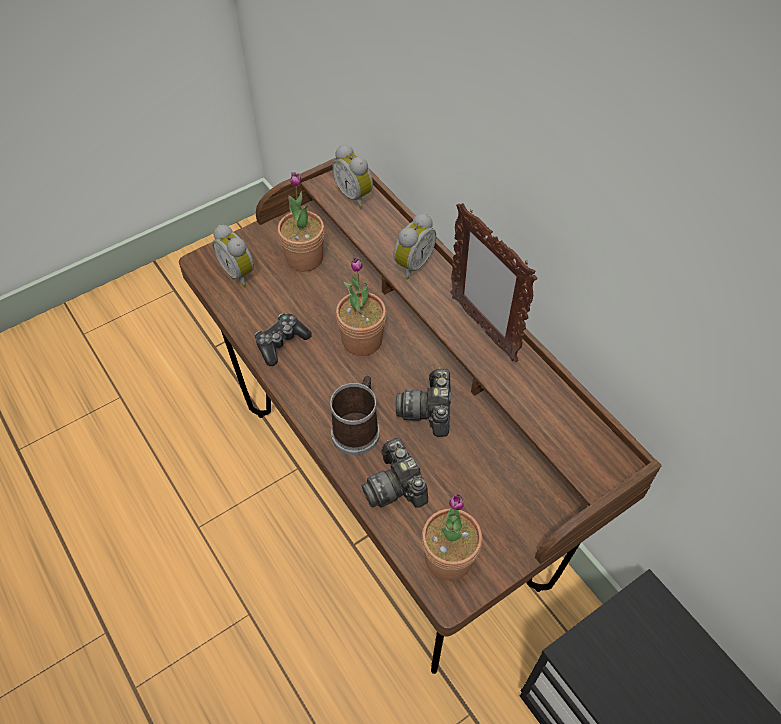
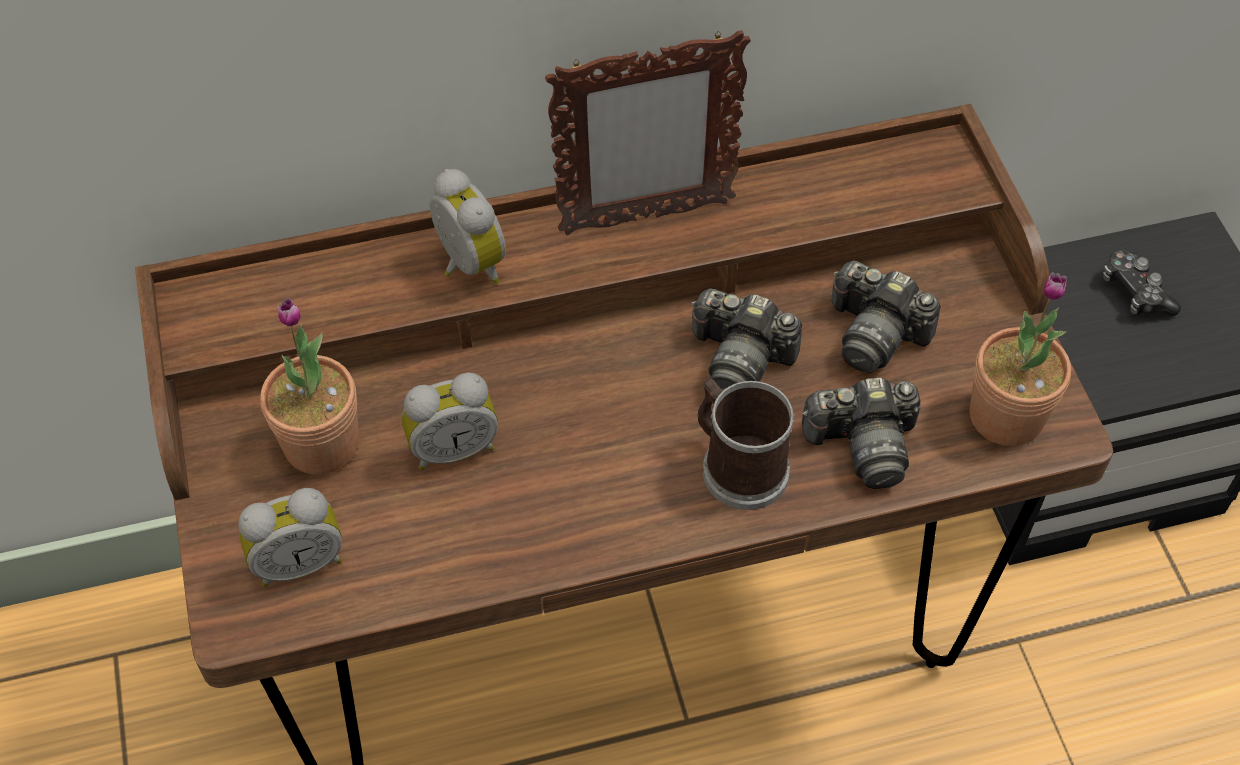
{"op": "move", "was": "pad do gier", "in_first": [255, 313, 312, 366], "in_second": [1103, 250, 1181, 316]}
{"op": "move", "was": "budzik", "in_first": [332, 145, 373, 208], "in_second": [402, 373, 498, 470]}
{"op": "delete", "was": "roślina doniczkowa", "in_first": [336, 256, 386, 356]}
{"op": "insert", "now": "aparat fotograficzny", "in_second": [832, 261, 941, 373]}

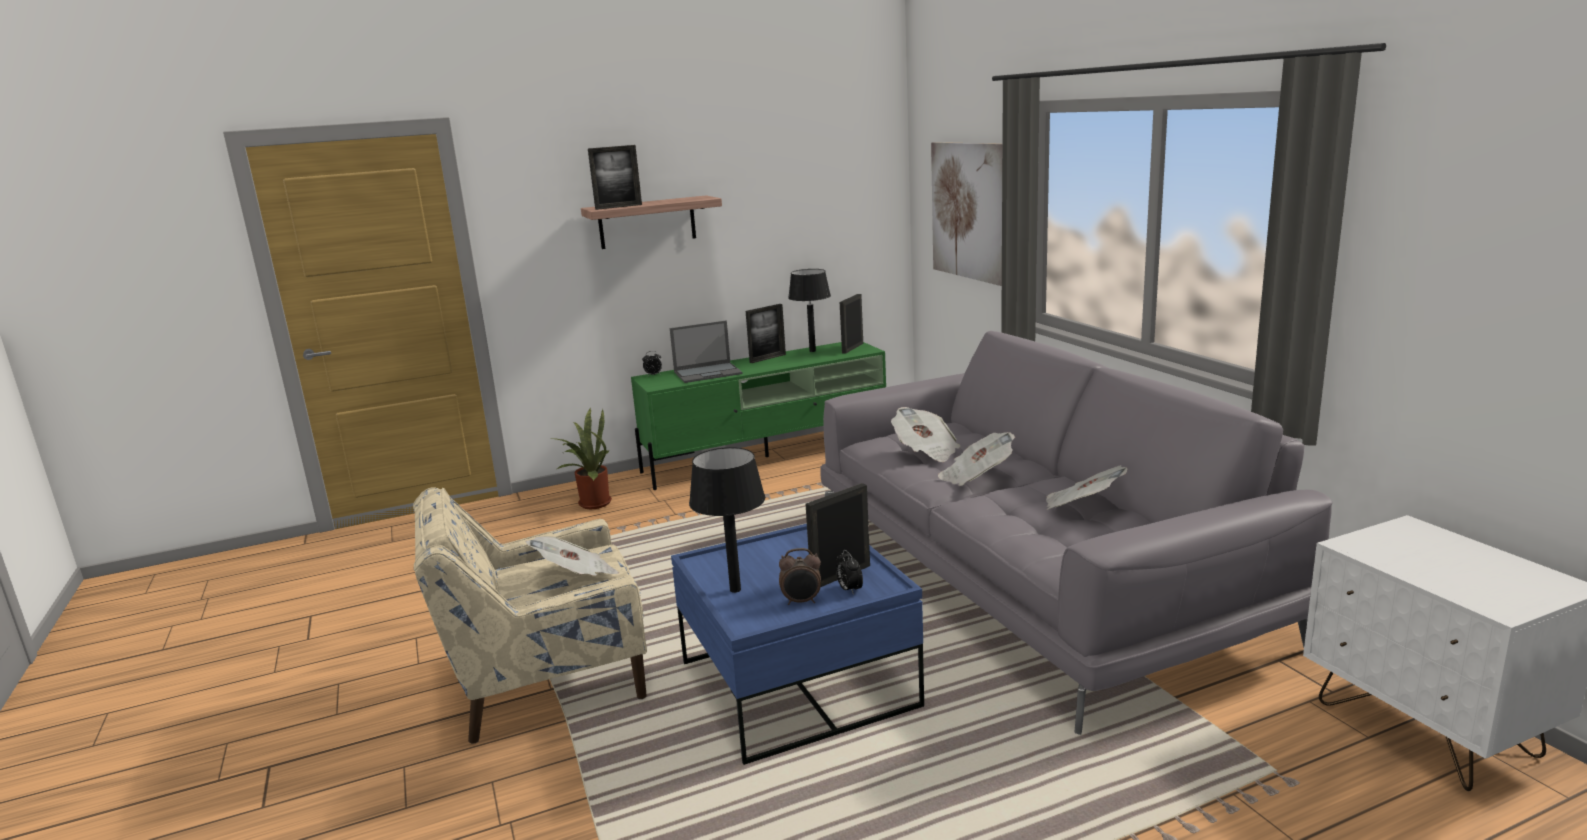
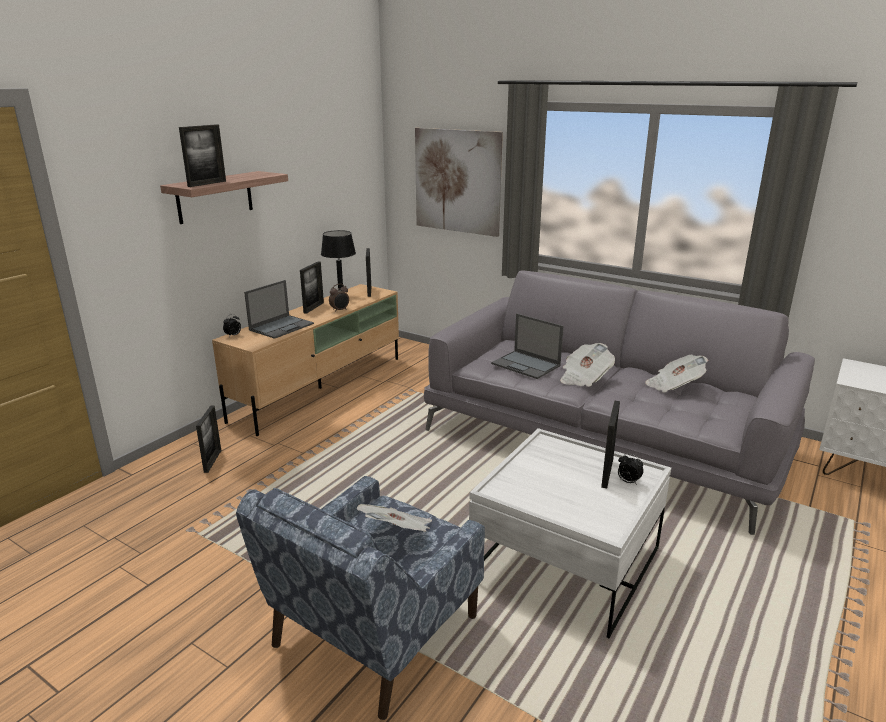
{"op": "recolor", "was": "fotel [beżowy]", "now": "fotel [niebieski]", "in_first": [413, 487, 647, 744], "in_second": [236, 476, 485, 720]}
{"op": "replace", "was": "roślina doniczkowa", "now": "ramka na zdjęcie", "in_first": [553, 408, 612, 509], "in_second": [196, 406, 221, 473]}
{"op": "recolor", "was": "szafka pod telewizor [zielony]", "now": "szafka pod telewizor [beżowy]", "in_first": [631, 342, 886, 490], "in_second": [212, 284, 399, 436]}
{"op": "recolor", "was": "ława [niebieski]", "now": "ława [biały]", "in_first": [671, 524, 924, 765], "in_second": [469, 428, 671, 638]}
{"op": "delete", "was": "lampa stołowa [czarny]", "in_first": [689, 447, 765, 593]}
{"op": "move", "was": "budzik", "in_first": [779, 548, 821, 605], "in_second": [329, 284, 349, 312]}
{"op": "replace", "was": "gazeta", "now": "laptop", "in_first": [891, 407, 960, 462], "in_second": [491, 314, 563, 379]}

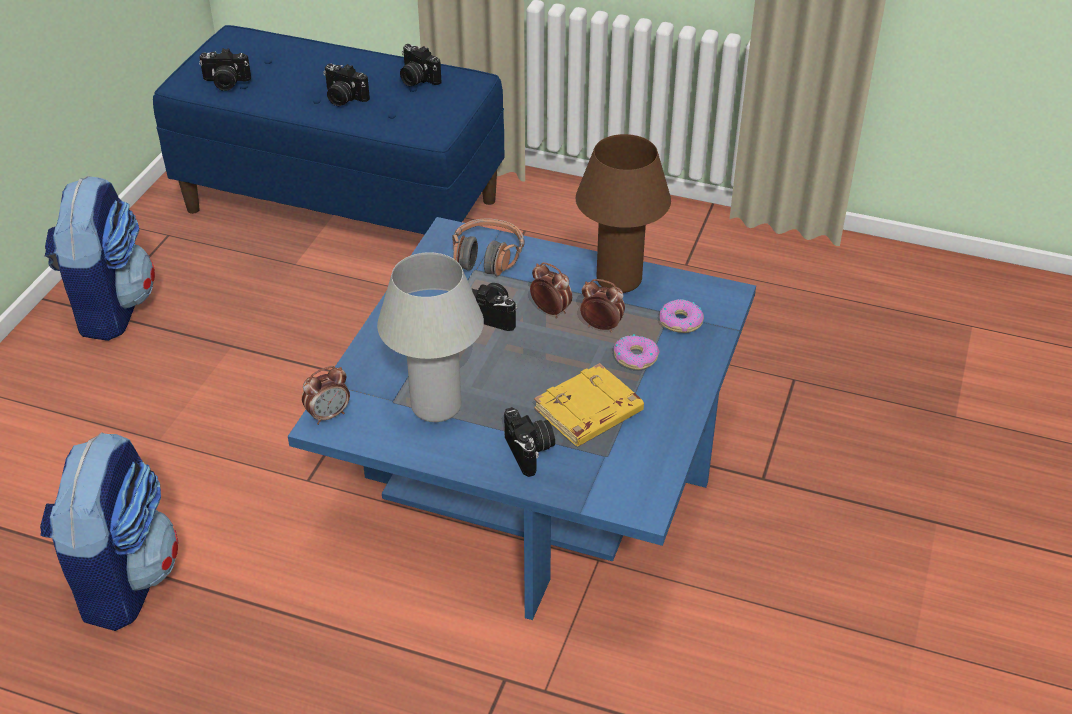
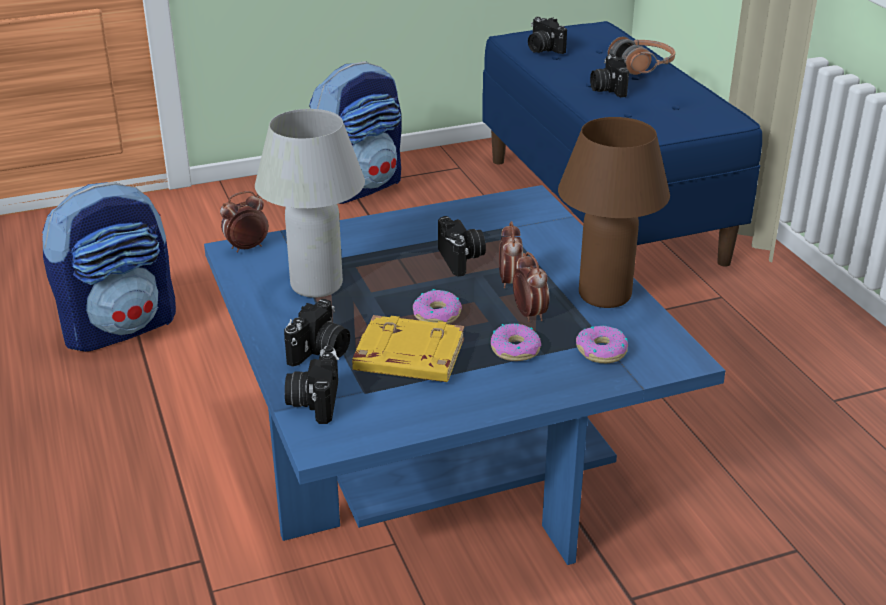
{"op": "rotate", "was": "budzik", "in_first": [302, 366, 350, 425], "in_second": [220, 191, 269, 253], "clockwise": 135}
{"op": "move", "was": "aparat fotograficzny", "in_first": [400, 44, 442, 86], "in_second": [285, 345, 339, 424]}
{"op": "move", "was": "słuchawki", "in_first": [452, 218, 524, 276], "in_second": [608, 37, 675, 75]}
{"op": "insert", "now": "donut", "in_second": [413, 289, 462, 324]}

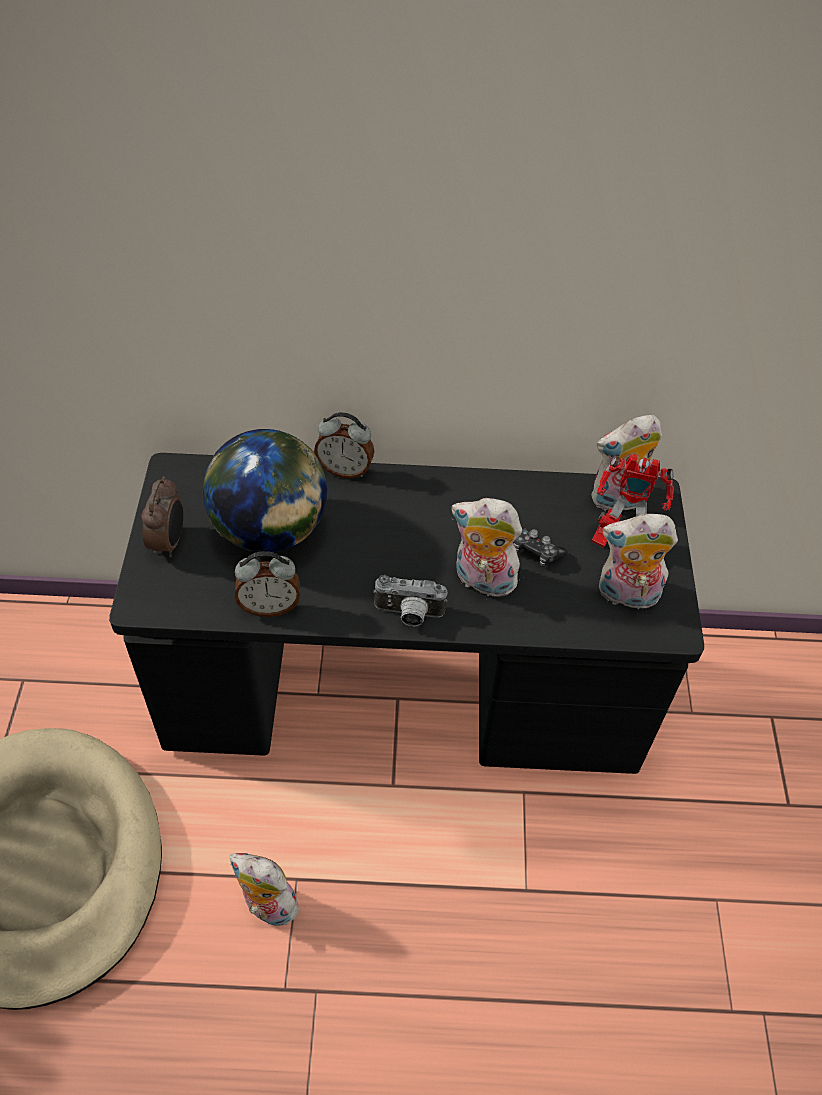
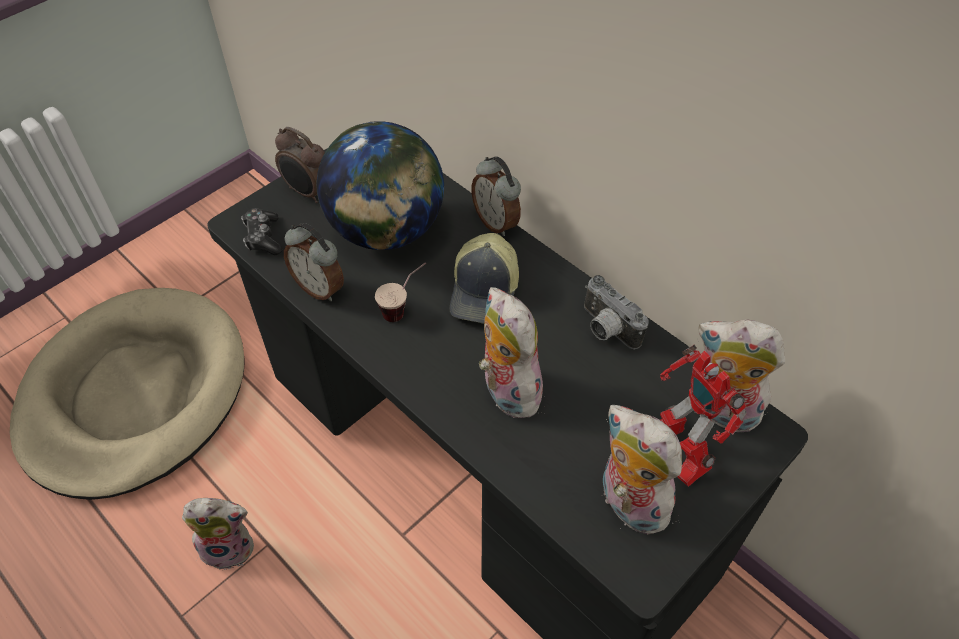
{"op": "rotate", "was": "budzik", "in_first": [142, 476, 183, 558], "in_second": [275, 127, 325, 203], "clockwise": 75}
{"op": "rotate", "was": "pluszak", "in_first": [230, 853, 303, 928], "in_second": [182, 498, 254, 571], "clockwise": 105}
{"op": "move", "was": "aparat fotograficzny", "in_first": [373, 575, 448, 626], "in_second": [584, 275, 649, 349]}
{"op": "move", "was": "pad do gier", "in_first": [513, 527, 567, 567], "in_second": [241, 208, 283, 256]}
{"op": "insert", "now": "filiżanka", "in_second": [375, 263, 426, 322]}
{"op": "insert", "now": "czapka z daszkiem", "in_second": [450, 233, 519, 324]}

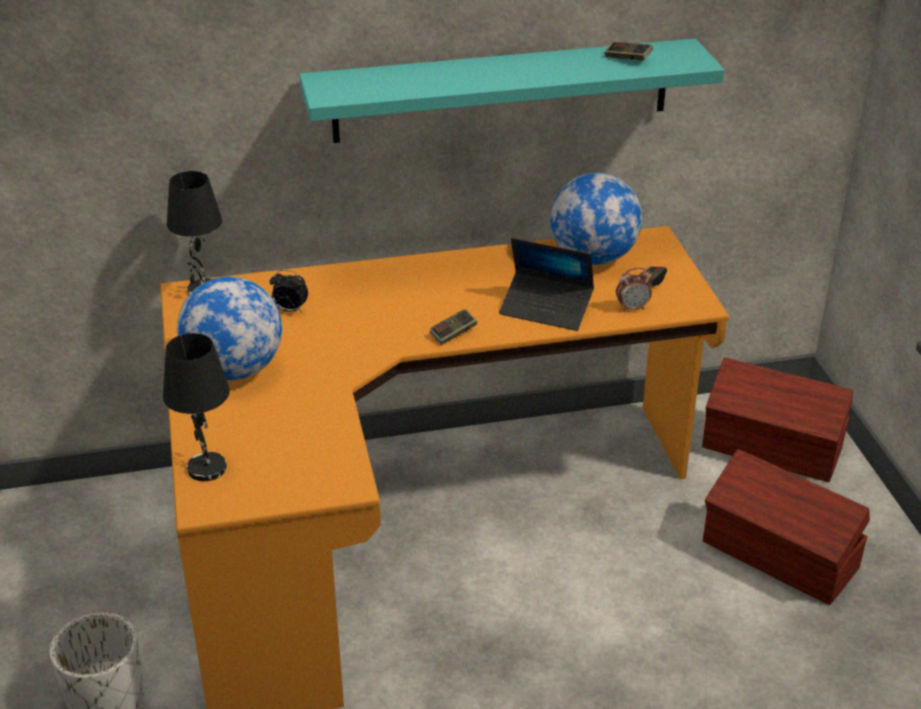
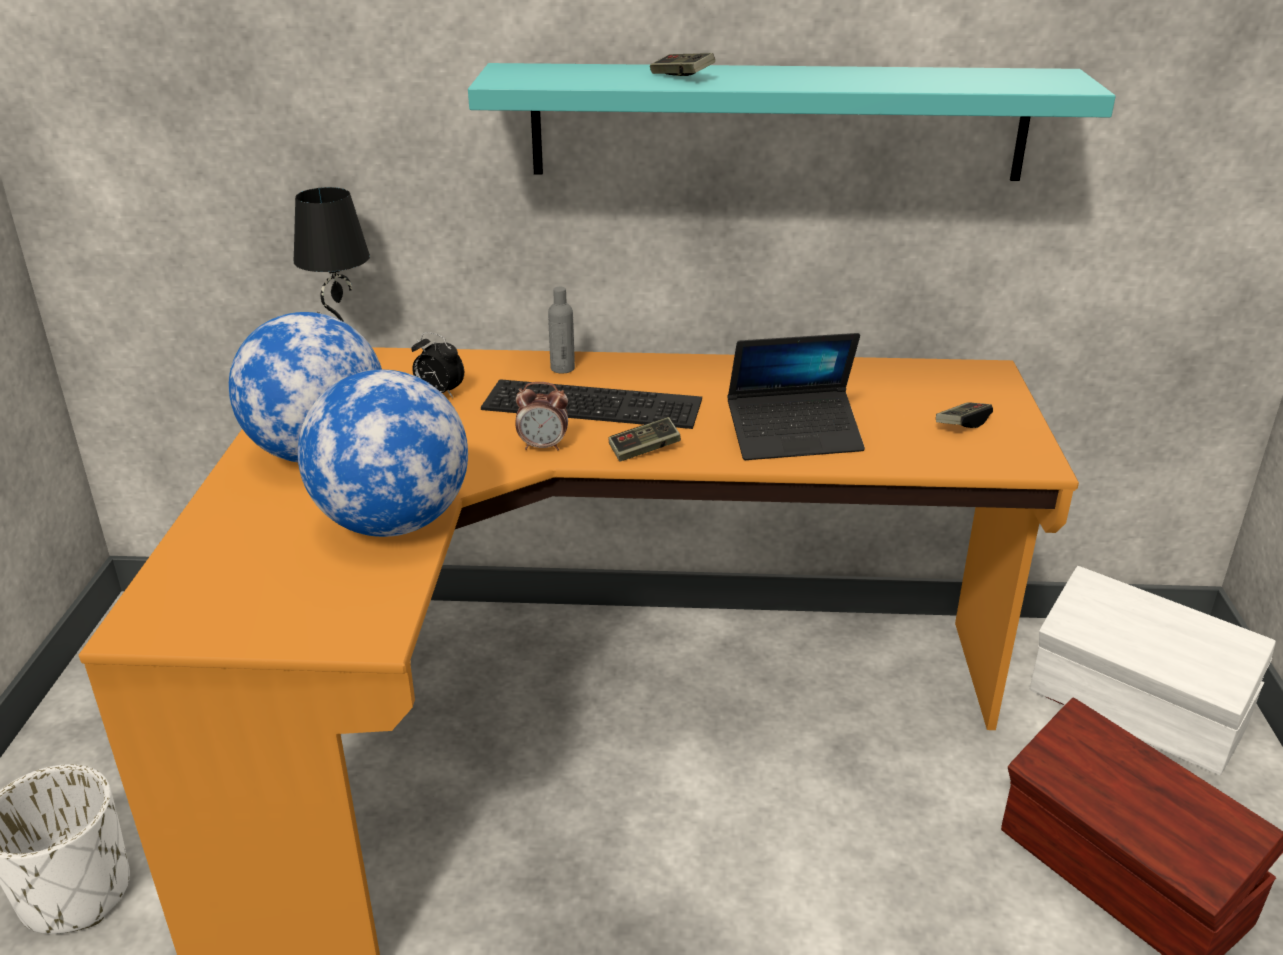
{"op": "delete", "was": "lampa stołowa [czarny]", "in_first": [163, 333, 230, 481]}
{"op": "rotate", "was": "laptop", "in_first": [499, 238, 594, 331], "in_second": [727, 333, 865, 460], "clockwise": -45}
{"op": "move", "was": "globus", "in_first": [550, 173, 642, 265], "in_second": [298, 370, 468, 537]}
{"op": "move", "was": "pad do gier", "in_first": [605, 42, 653, 60], "in_second": [650, 53, 715, 76]}
{"op": "move", "was": "budzik", "in_first": [616, 268, 652, 312], "in_second": [516, 382, 568, 451]}
{"op": "recolor", "was": "pojemnik do przechowywania [brązowy]", "now": "pojemnik do przechowywania [biały]", "in_first": [702, 357, 853, 482], "in_second": [1030, 566, 1276, 776]}
{"op": "insert", "now": "klawiatura", "in_second": [481, 379, 702, 429]}
{"op": "insert", "now": "butelka [szary]", "in_second": [548, 287, 575, 373]}

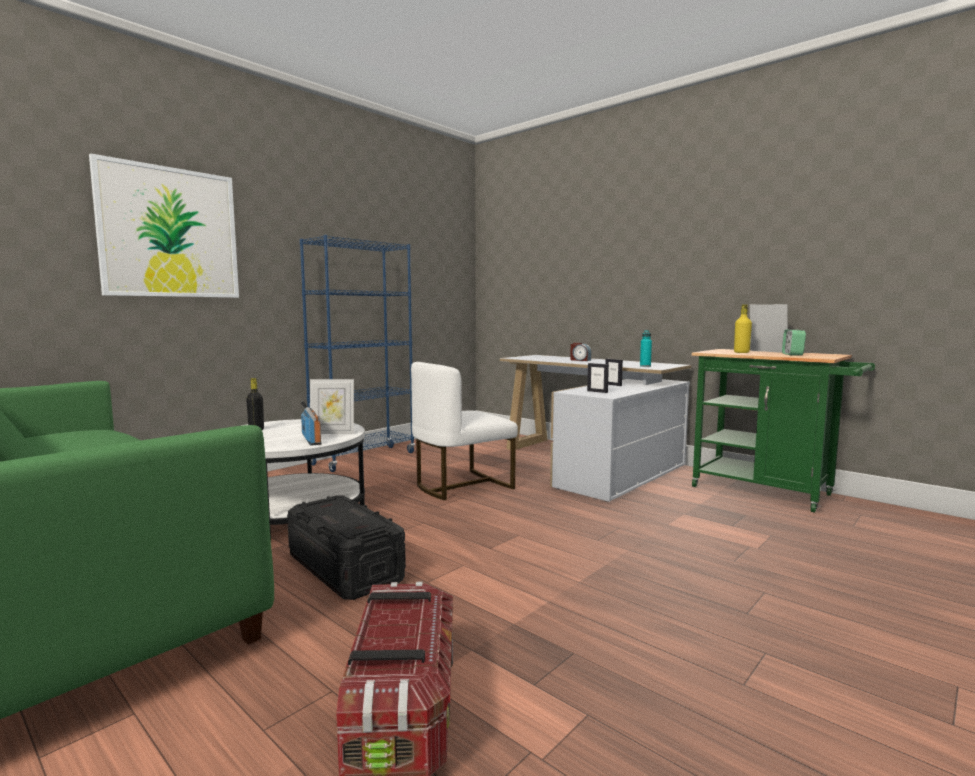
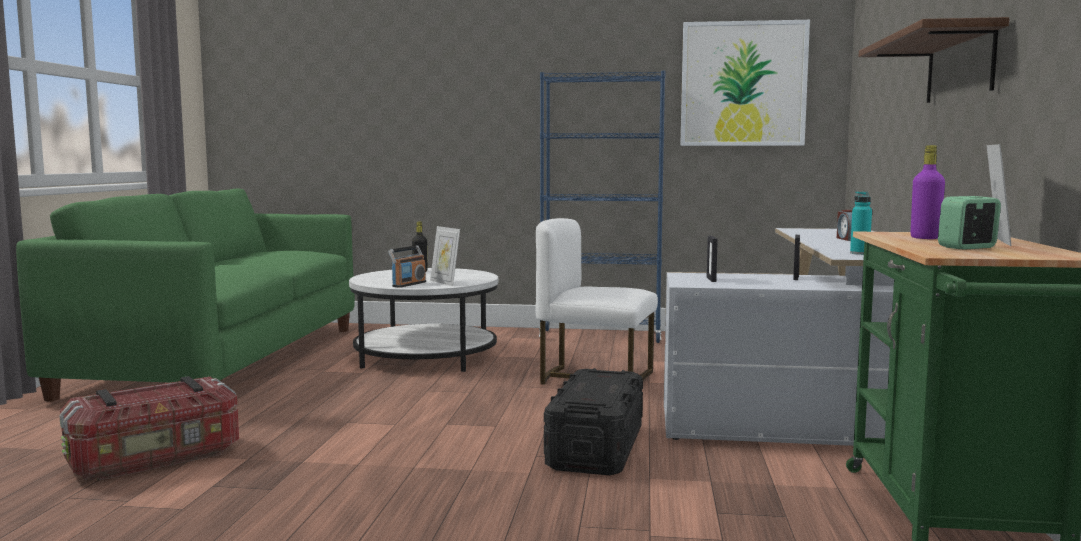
{"op": "move", "was": "obraz", "in_first": [89, 154, 239, 298], "in_second": [680, 20, 810, 146]}
{"op": "move", "was": "pojemnik do przechowywania [czarny]", "in_first": [287, 495, 406, 600], "in_second": [544, 368, 643, 475]}
{"op": "recolor", "was": "butelka [żółty]", "now": "butelka [fioletowy]", "in_first": [734, 304, 752, 353], "in_second": [911, 145, 945, 239]}
{"op": "insert", "now": "półka", "in_second": [859, 17, 1010, 103]}

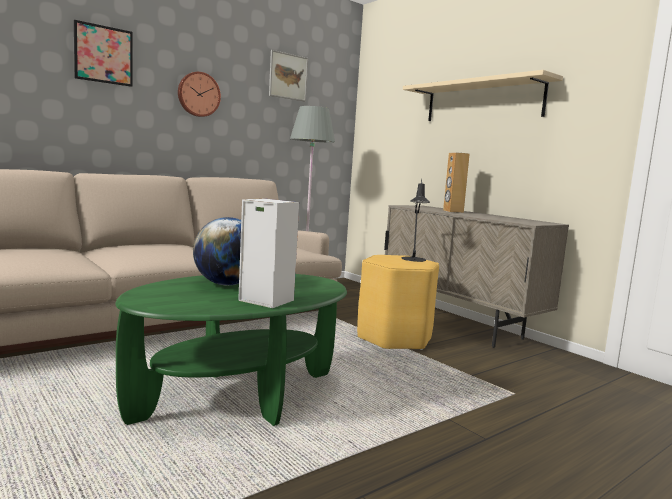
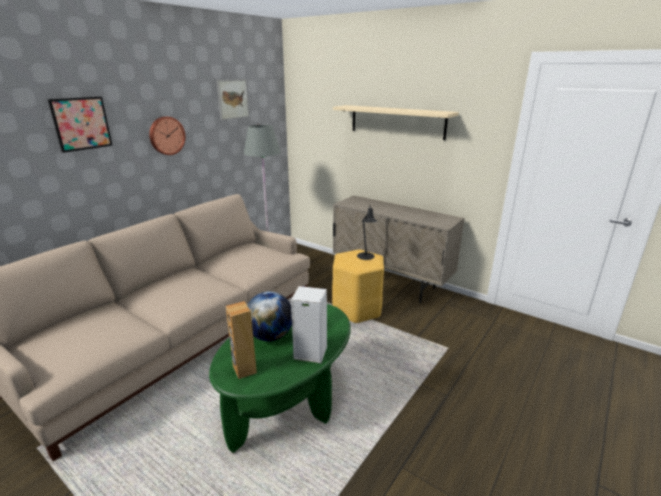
{"op": "move", "was": "głośnik [brązowy]", "in_first": [443, 152, 470, 213], "in_second": [226, 301, 257, 379]}

